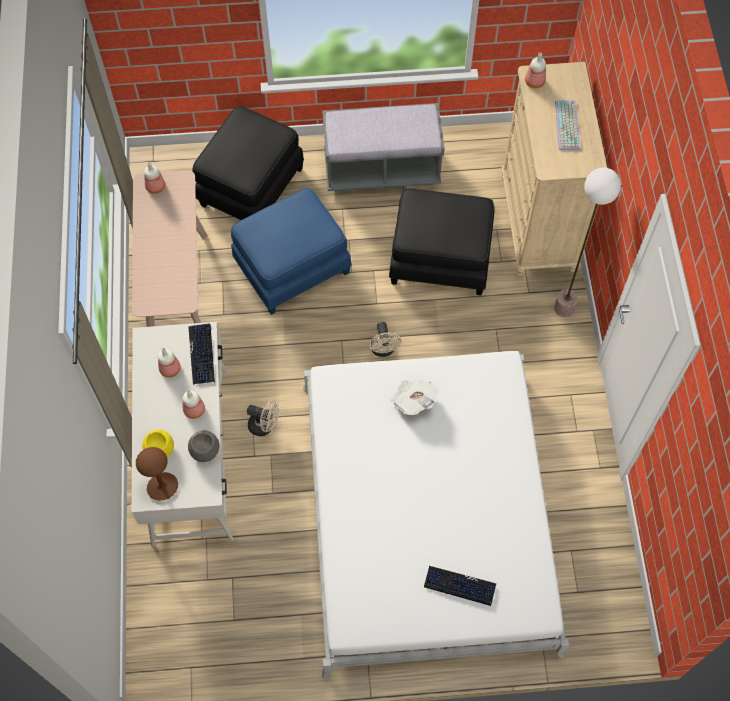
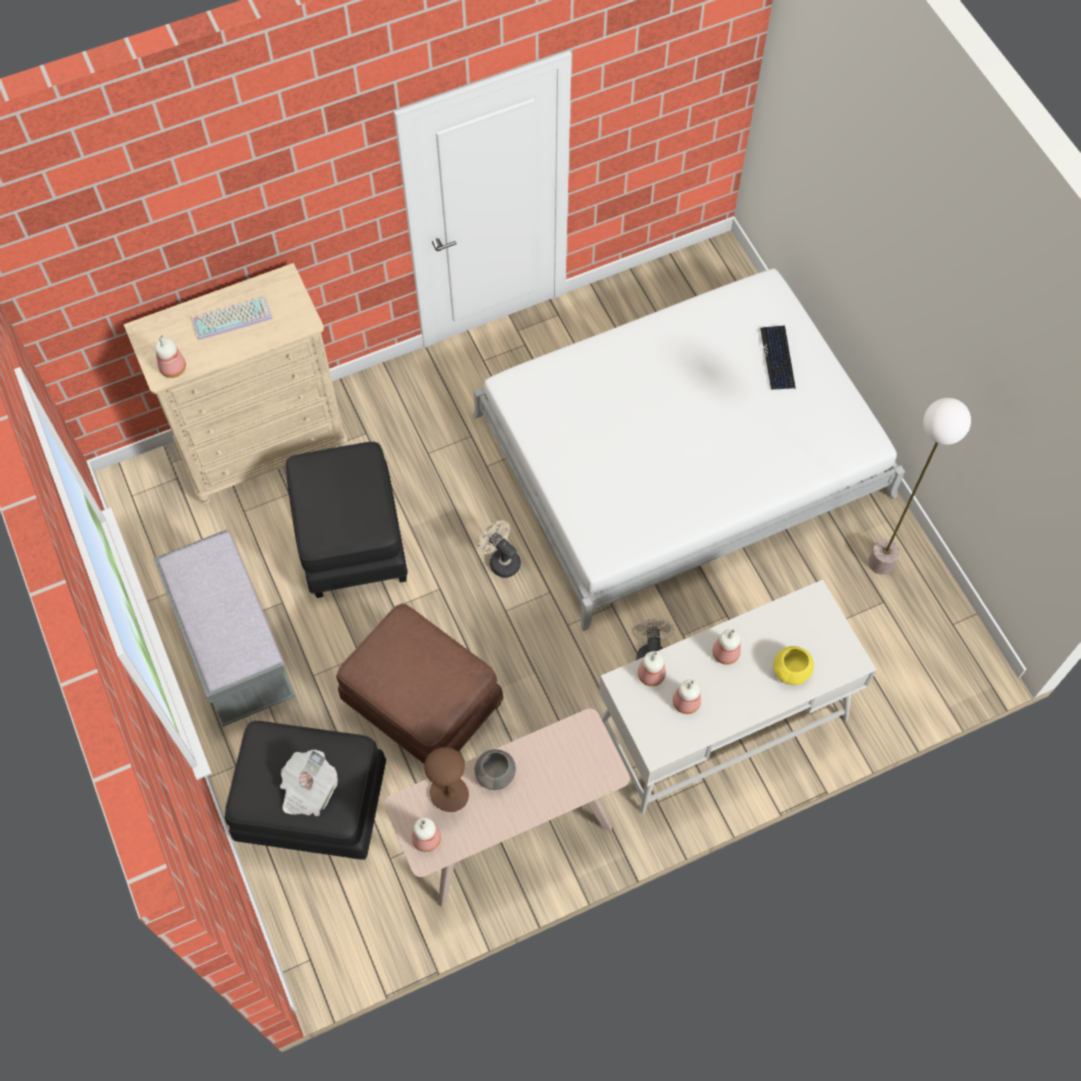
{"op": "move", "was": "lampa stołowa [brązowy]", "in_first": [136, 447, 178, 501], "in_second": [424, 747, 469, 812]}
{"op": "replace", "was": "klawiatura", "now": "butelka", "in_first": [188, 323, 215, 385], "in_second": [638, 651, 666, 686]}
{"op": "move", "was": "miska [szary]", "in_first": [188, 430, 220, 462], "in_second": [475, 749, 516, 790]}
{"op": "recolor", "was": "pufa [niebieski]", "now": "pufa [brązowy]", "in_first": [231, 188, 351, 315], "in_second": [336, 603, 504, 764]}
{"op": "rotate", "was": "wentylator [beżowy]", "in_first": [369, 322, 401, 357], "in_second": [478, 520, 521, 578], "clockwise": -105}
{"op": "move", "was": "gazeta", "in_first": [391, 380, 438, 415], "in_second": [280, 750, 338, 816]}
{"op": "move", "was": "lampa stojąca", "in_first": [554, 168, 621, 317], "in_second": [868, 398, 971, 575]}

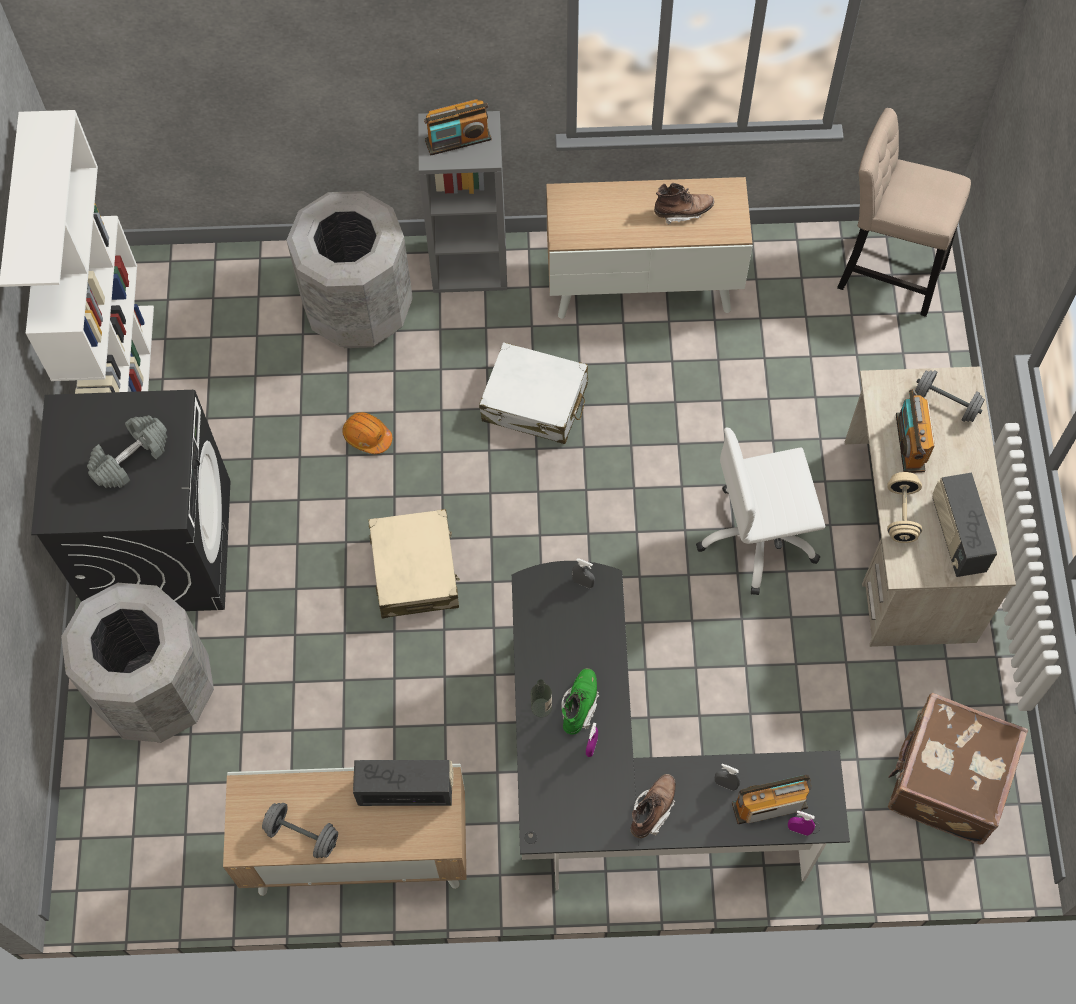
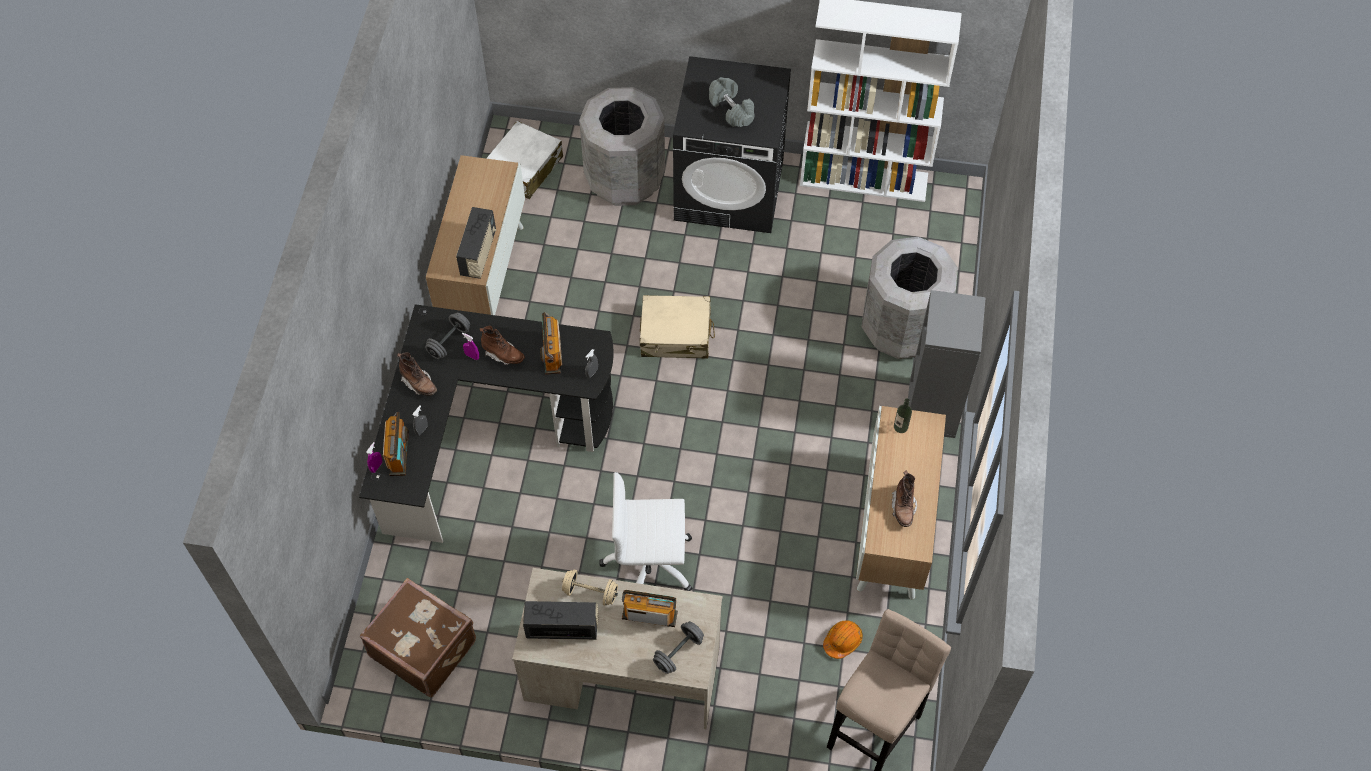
{"op": "move", "was": "hantel [szary]", "in_first": [262, 803, 338, 858], "in_second": [425, 313, 470, 359]}
{"op": "move", "was": "kask [pomarańczowy]", "in_first": [342, 412, 392, 454], "in_second": [823, 620, 863, 659]}
{"op": "move", "was": "radio", "in_first": [424, 99, 492, 155], "in_second": [540, 312, 562, 375]}
{"op": "move", "was": "walizka [biały]", "in_first": [479, 342, 588, 444], "in_second": [486, 121, 563, 199]}
{"op": "move", "was": "butelka", "in_first": [531, 680, 552, 717], "in_second": [894, 398, 912, 433]}
{"op": "recolor", "was": "but z cholewką [zielony]", "now": "but z cholewką [brązowy]", "in_first": [561, 668, 599, 735], "in_second": [480, 326, 525, 365]}
{"op": "rotate", "was": "krzesło biurowe [biały]", "in_first": [696, 428, 825, 595], "in_second": [599, 472, 692, 591], "clockwise": -90}

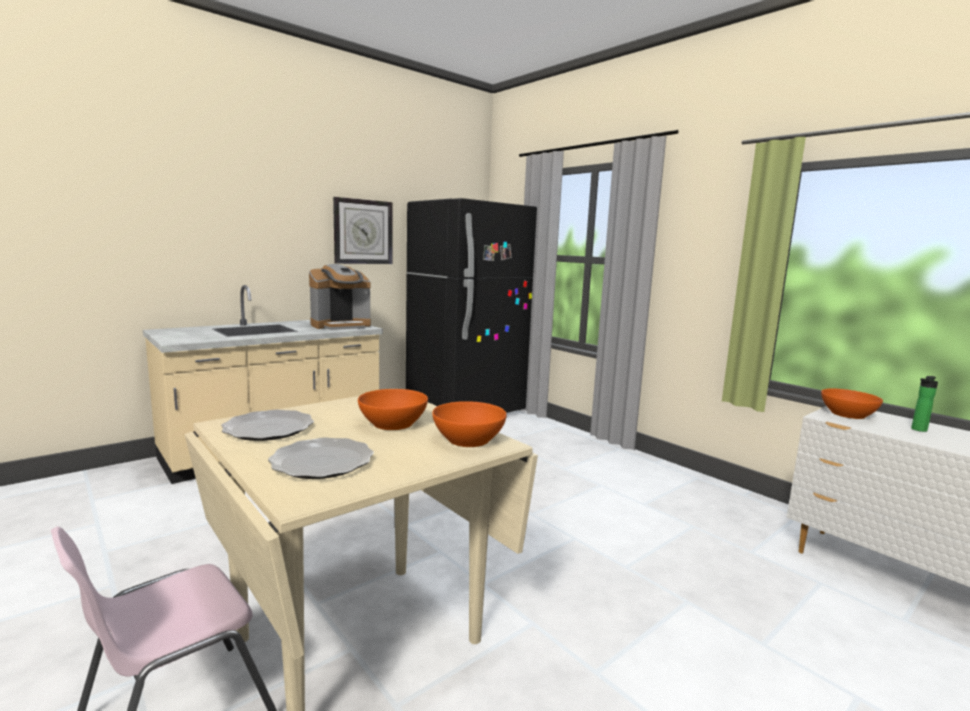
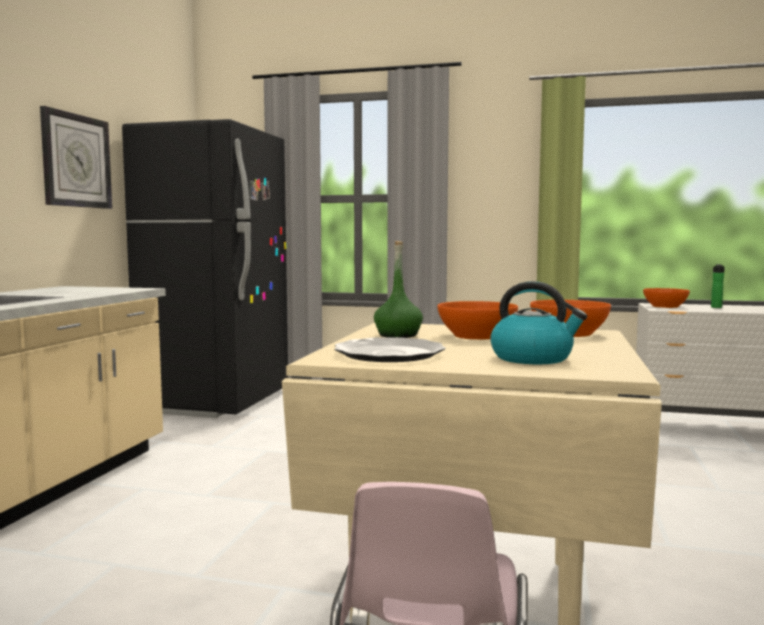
{"op": "replace", "was": "talerz", "now": "czajnik", "in_first": [268, 437, 374, 479], "in_second": [490, 281, 587, 364]}
{"op": "delete", "was": "ekspres do kawy", "in_first": [309, 264, 371, 330]}
{"op": "insert", "now": "butelka [zielony]", "in_second": [374, 241, 423, 338]}

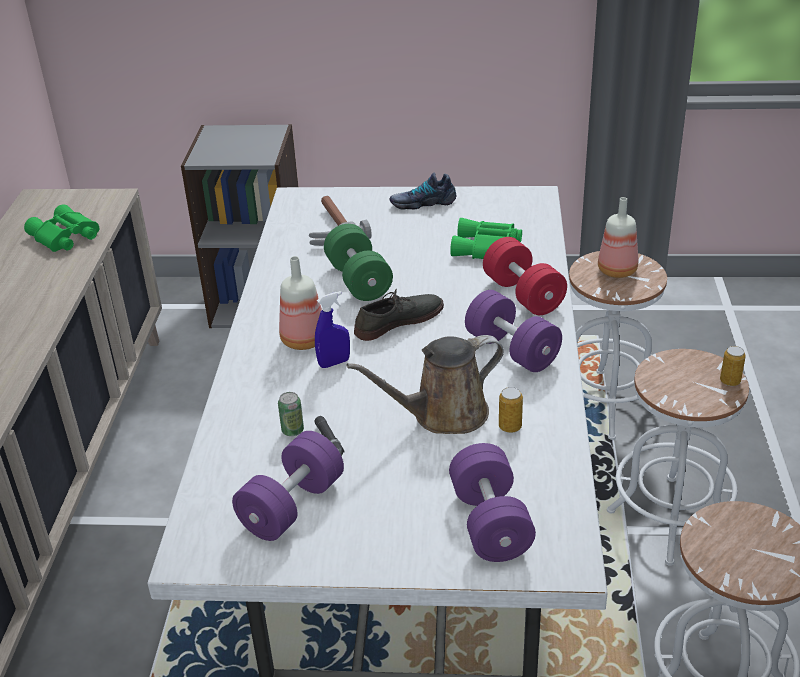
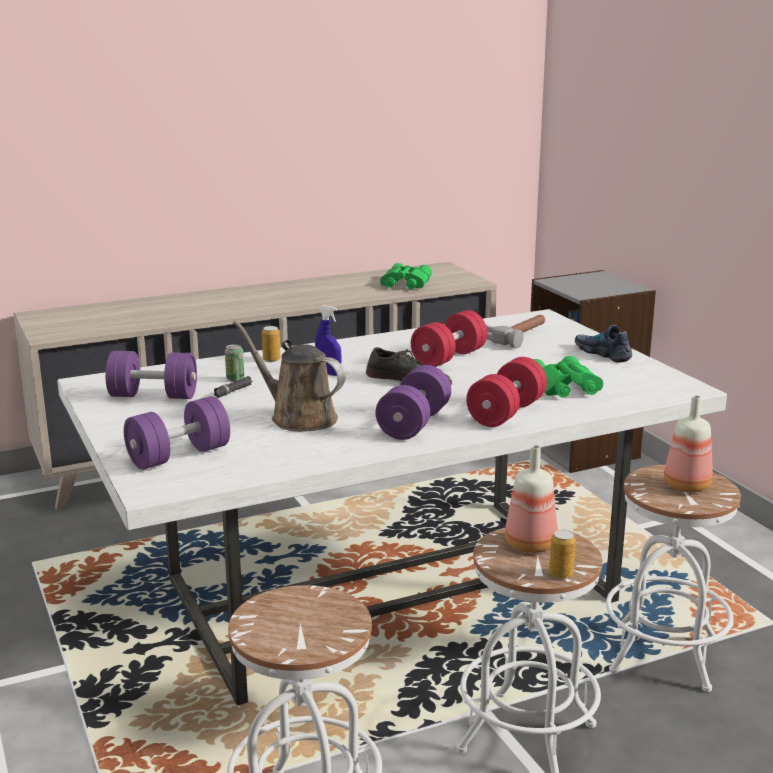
{"op": "move", "was": "butelka", "in_first": [279, 256, 322, 350], "in_second": [505, 445, 558, 553]}
{"op": "recolor", "was": "hantel [zielony]", "now": "hantel [czerwony]", "in_first": [324, 224, 393, 301], "in_second": [411, 310, 487, 367]}
{"op": "move", "was": "puszka", "in_first": [499, 387, 523, 433], "in_second": [262, 326, 281, 362]}

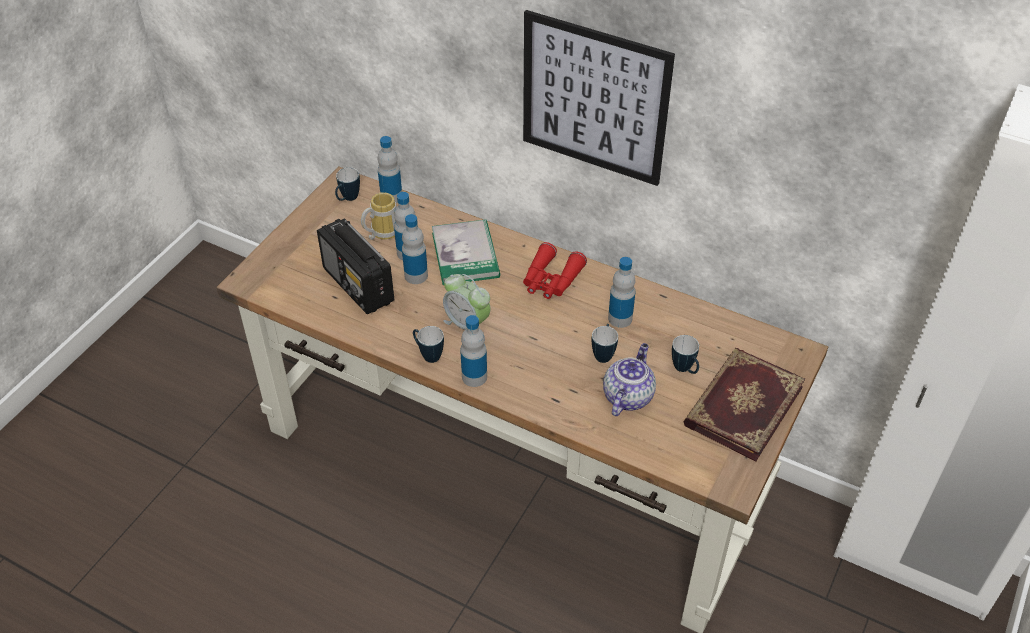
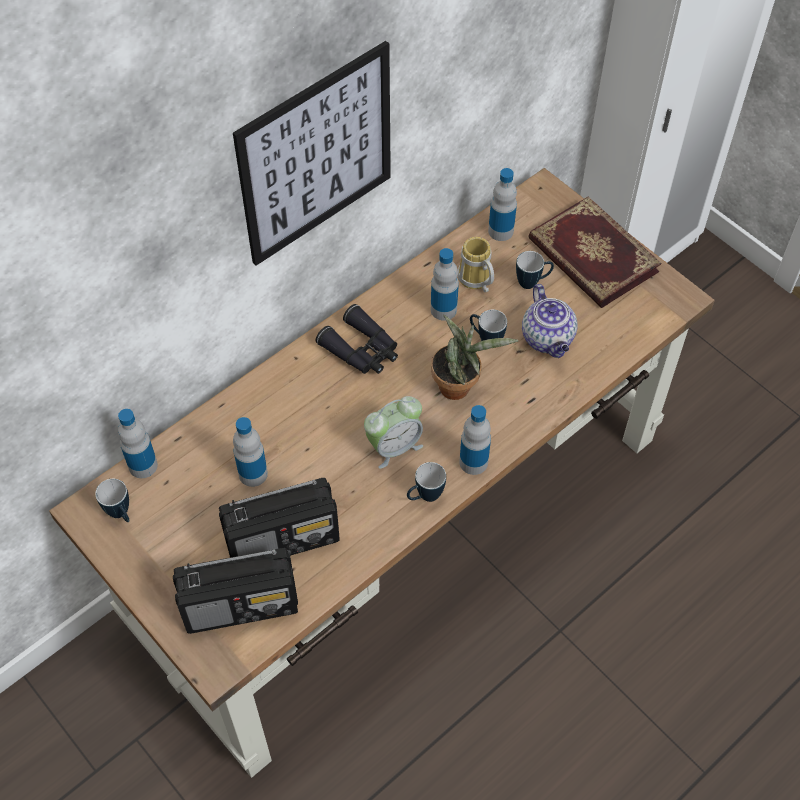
{"op": "move", "was": "kubek", "in_first": [361, 192, 397, 240], "in_second": [458, 237, 494, 293]}
{"op": "move", "was": "butelka", "in_first": [402, 214, 428, 284], "in_second": [488, 168, 517, 241]}
{"op": "delete", "was": "książka", "in_first": [432, 219, 500, 285]}
{"op": "recolor", "was": "lornetka [czerwony]", "now": "lornetka [czarny]", "in_first": [523, 242, 587, 299], "in_second": [316, 304, 398, 374]}
{"op": "rotate", "was": "imbryk", "in_first": [603, 343, 656, 416], "in_second": [522, 284, 577, 358], "clockwise": -150}
{"op": "insert", "now": "radio", "in_second": [173, 548, 298, 634]}
{"op": "insert", "now": "roślina doniczkowa", "in_second": [431, 315, 519, 400]}

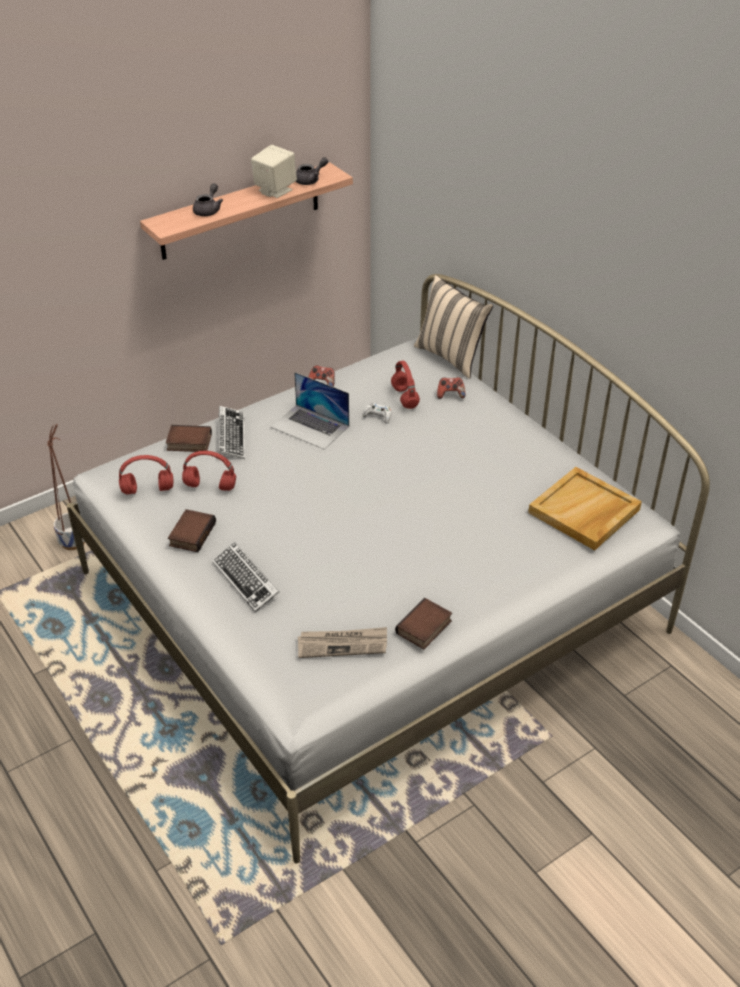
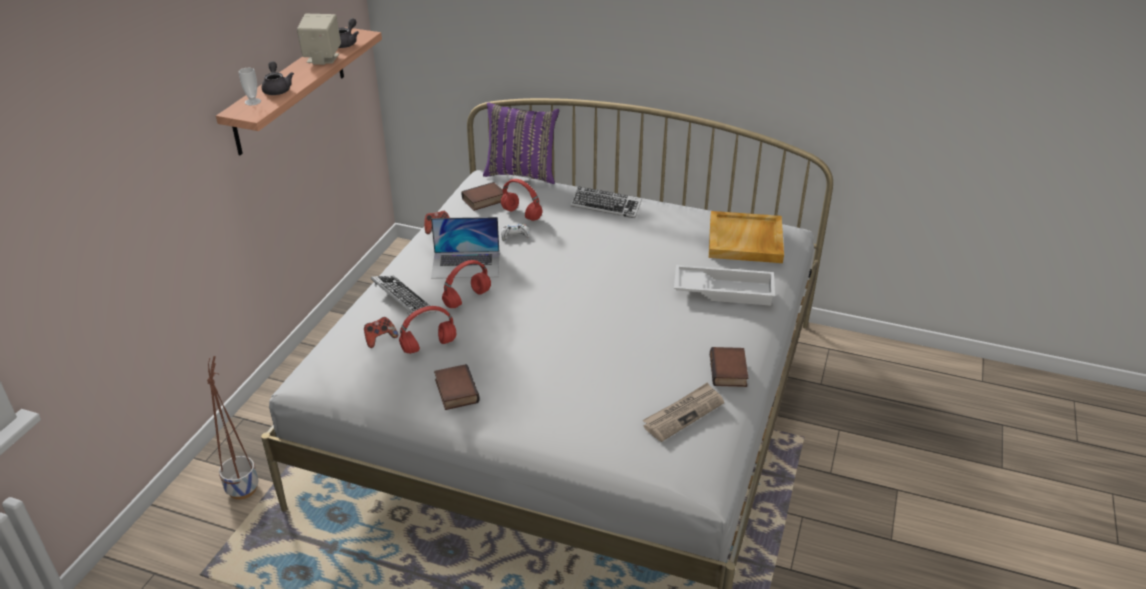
{"op": "move", "was": "słuchawki [czerwony]", "in_first": [119, 455, 173, 495], "in_second": [442, 260, 491, 308]}
{"op": "move", "was": "książka", "in_first": [166, 425, 212, 452], "in_second": [461, 182, 503, 211]}
{"op": "move", "was": "klawiatura", "in_first": [212, 542, 279, 612], "in_second": [571, 186, 642, 218]}
{"op": "recolor", "was": "poduszka [beżowy]", "now": "poduszka [fioletowy]", "in_first": [414, 275, 493, 379], "in_second": [483, 102, 559, 184]}
{"op": "move", "was": "pad do gier", "in_first": [437, 377, 465, 399], "in_second": [364, 317, 398, 348]}
{"op": "insert", "now": "filiżanka", "in_second": [239, 68, 261, 105]}
{"op": "insert", "now": "taca [biały]", "in_second": [674, 265, 775, 306]}

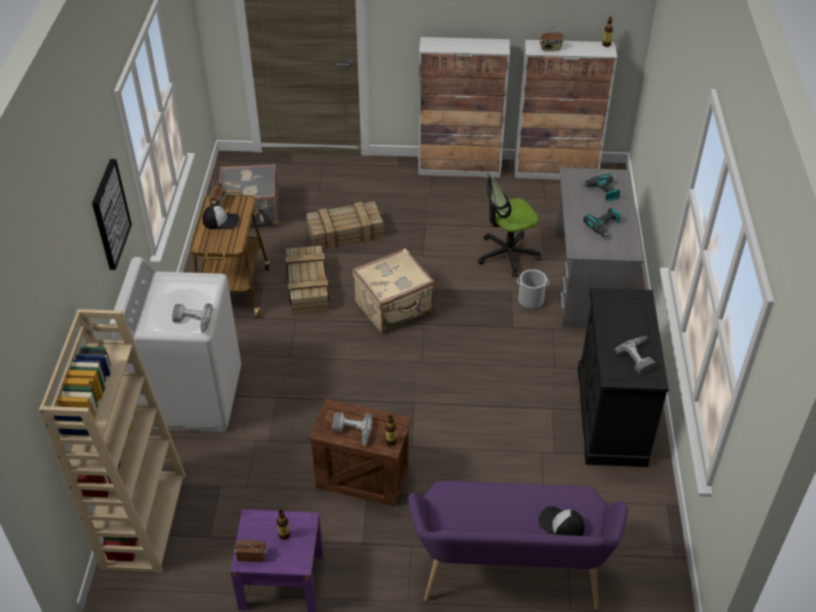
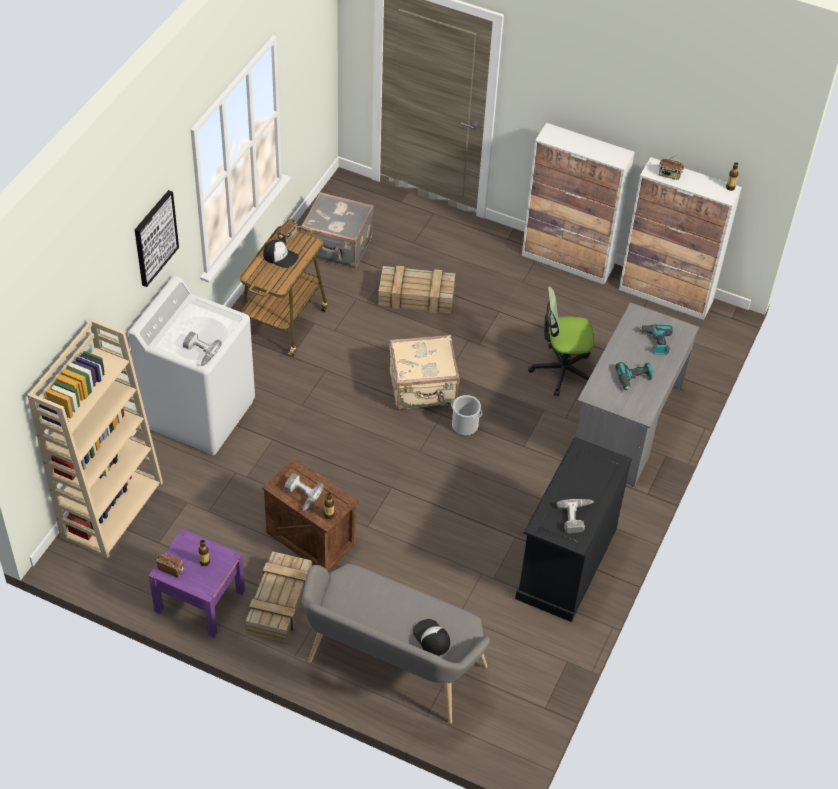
{"op": "move", "was": "skrzynka", "in_first": [286, 246, 329, 315], "in_second": [246, 551, 312, 644]}
{"op": "recolor", "was": "ławka [fioletowy]", "now": "ławka [szary]", "in_first": [408, 481, 628, 609], "in_second": [302, 563, 490, 724]}
{"op": "move", "was": "wiadro", "in_first": [517, 269, 549, 309], "in_second": [451, 395, 482, 436]}

